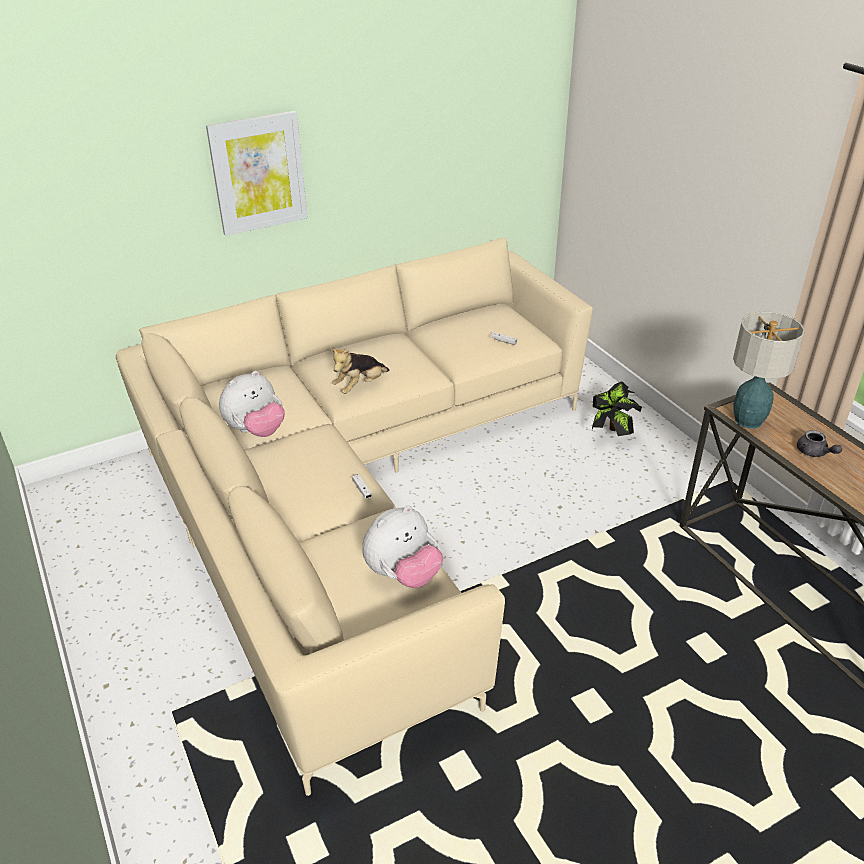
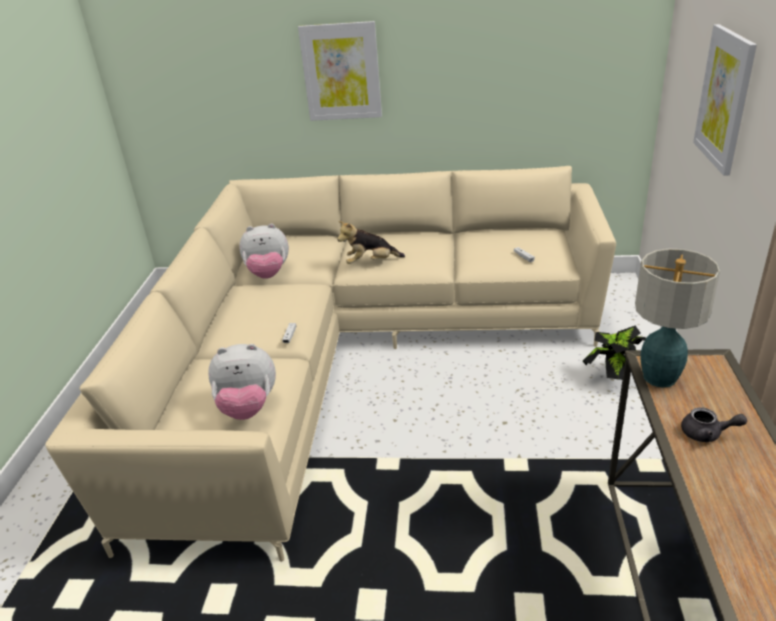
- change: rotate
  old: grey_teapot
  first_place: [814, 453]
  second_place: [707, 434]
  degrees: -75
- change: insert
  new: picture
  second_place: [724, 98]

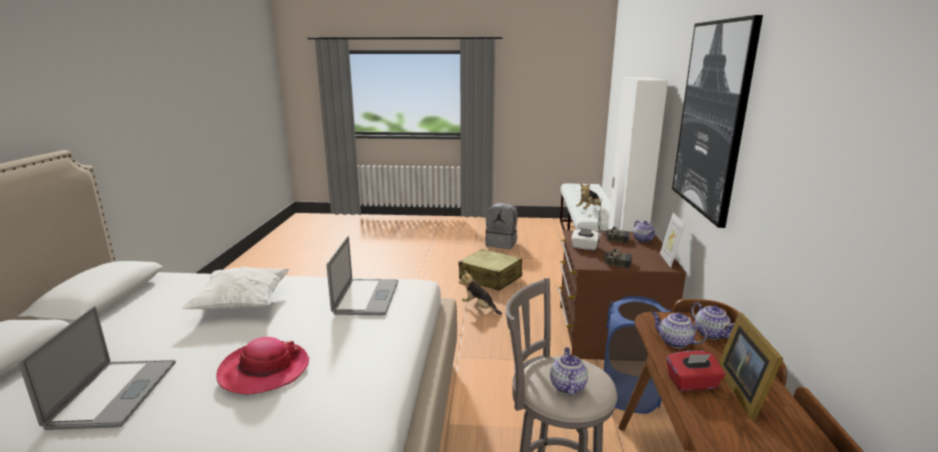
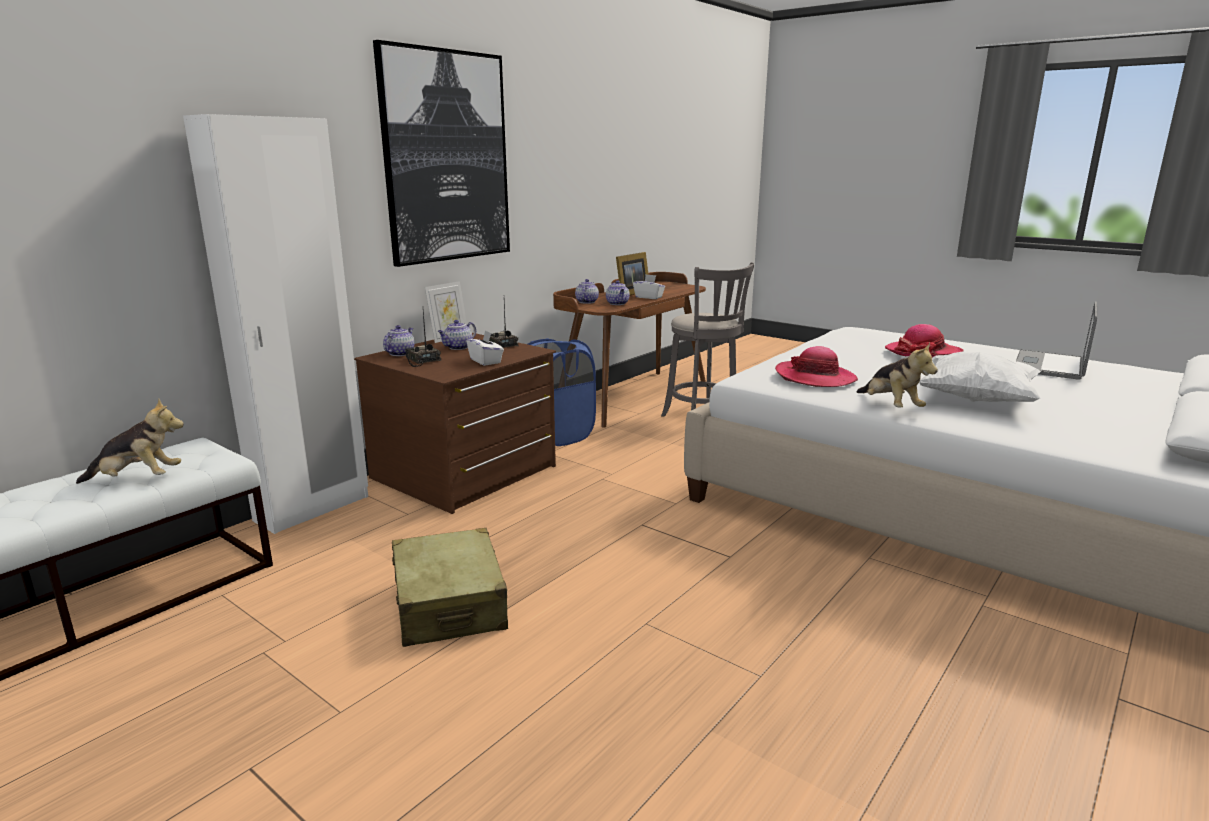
- change: move
  old: teapot
  first_place: [567, 386]
  second_place: [458, 347]
- change: recolor
  old: red_tissue_box
  new: white_tissue_box
  first_place: [692, 383]
  second_place: [649, 297]
- change: replace
  old: laptop
  new: hat
  first_place: [366, 297]
  second_place: [815, 378]
- change: move
  old: plush_toy
  first_place: [479, 308]
  second_place: [890, 407]
- change: delete
  old: grey_backpack
  first_place: [502, 243]

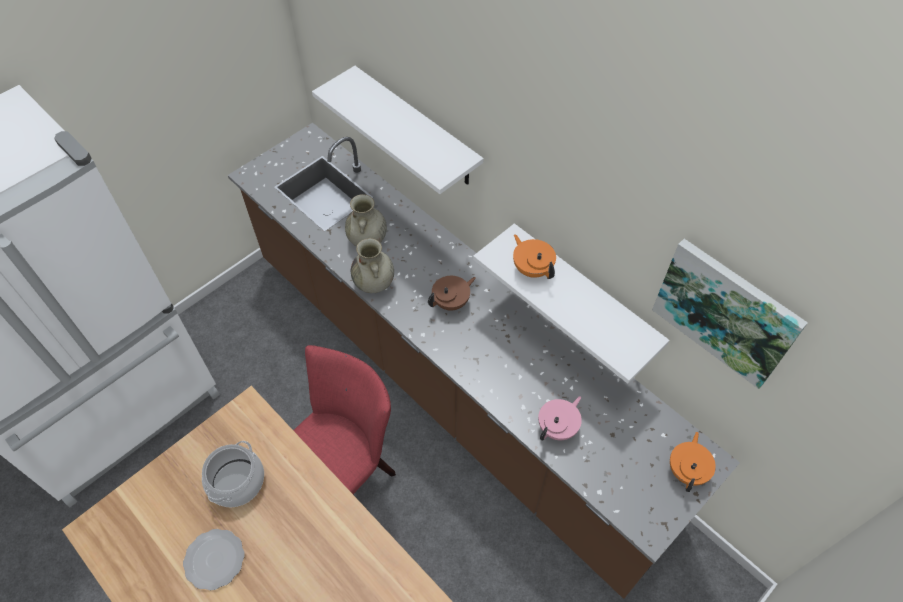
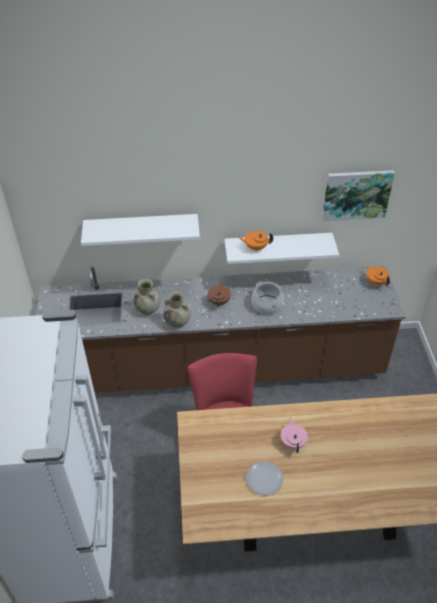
- change: move
  old: cooking_pot
  first_place: [236, 481]
  second_place: [266, 305]
- change: move
  old: pink_teapot
  first_place: [558, 427]
  second_place: [293, 442]

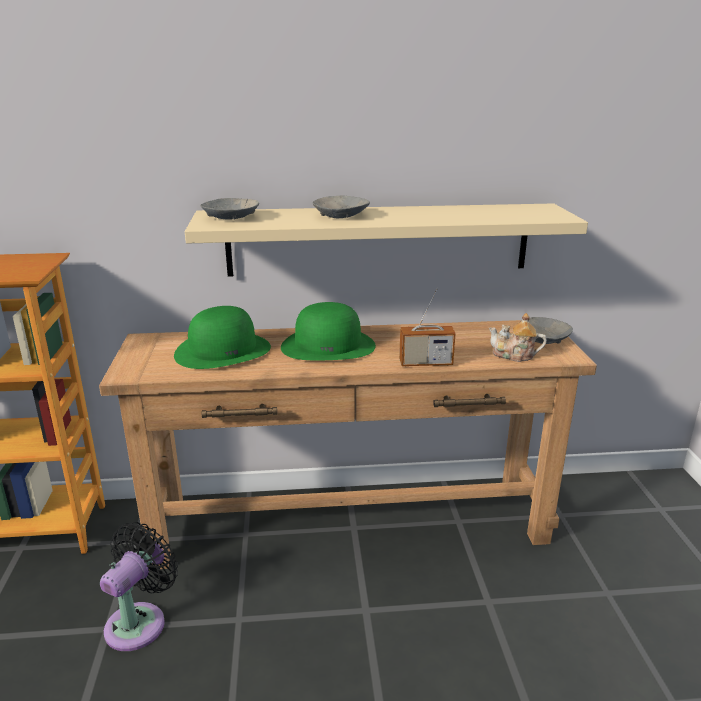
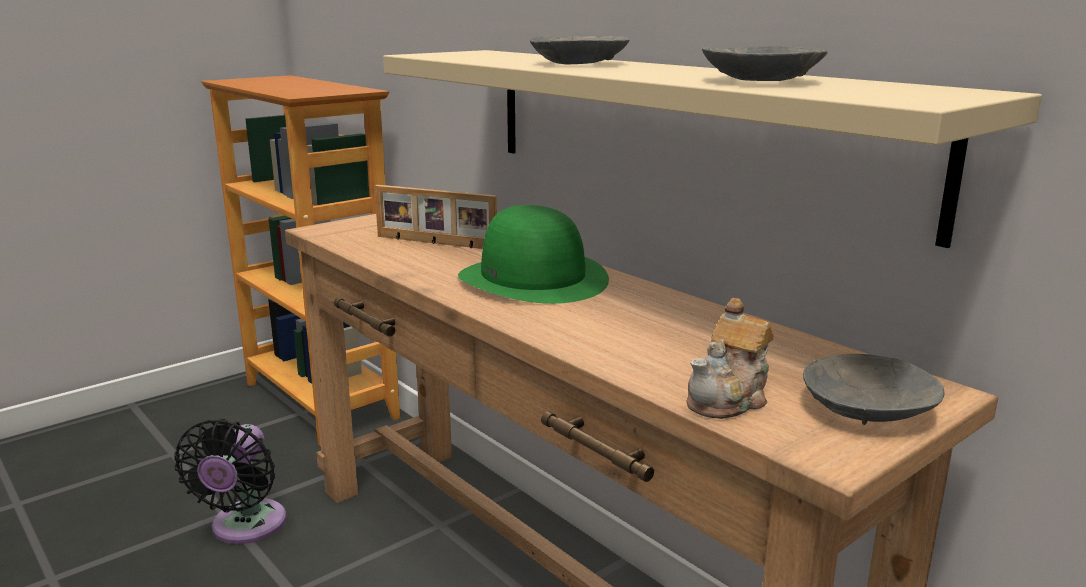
- change: rotate
  old: black_fan
  first_place: [140, 622]
  second_place: [245, 527]
  degrees: 105
- change: replace
  old: green_hat
  new: picture_frame
  first_place: [223, 350]
  second_place: [435, 243]
- change: rotate
  old: teapot
  first_place: [514, 355]
  second_place: [729, 399]
  degrees: -120
- change: move
  old: grey_bowl
  first_place: [231, 217]
  second_place: [762, 81]
- change: delete
  old: radio
  first_place: [425, 363]

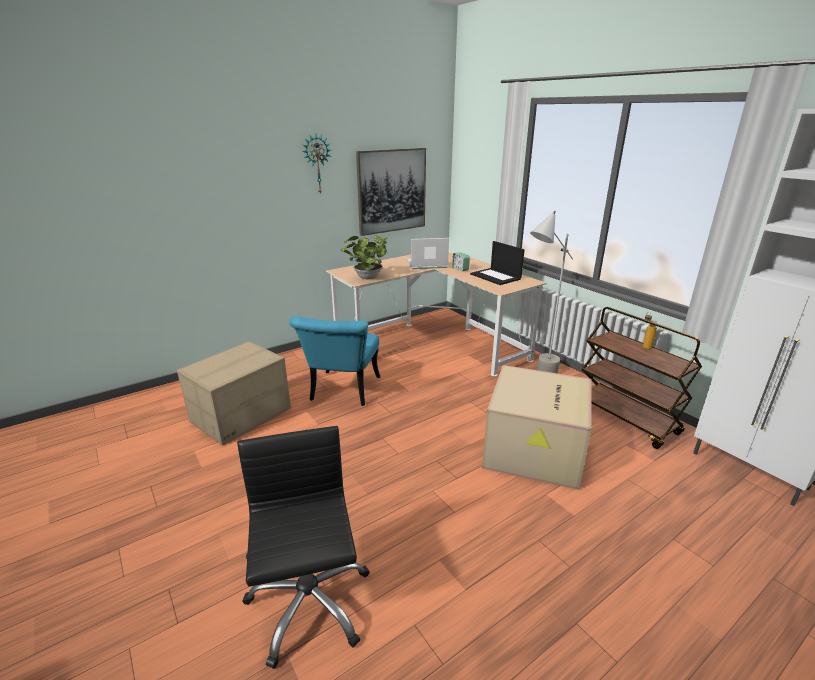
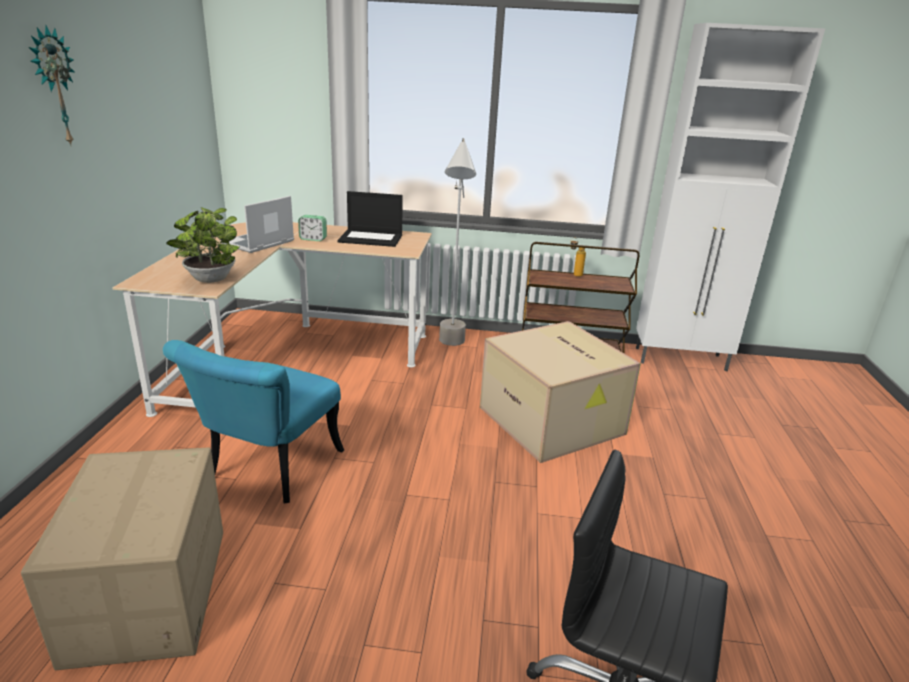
- change: rotate
  old: turquoise_chair
  first_place: [342, 392]
  second_place: [268, 471]
  degrees: 60
- change: delete
  old: picture
  first_place: [391, 191]

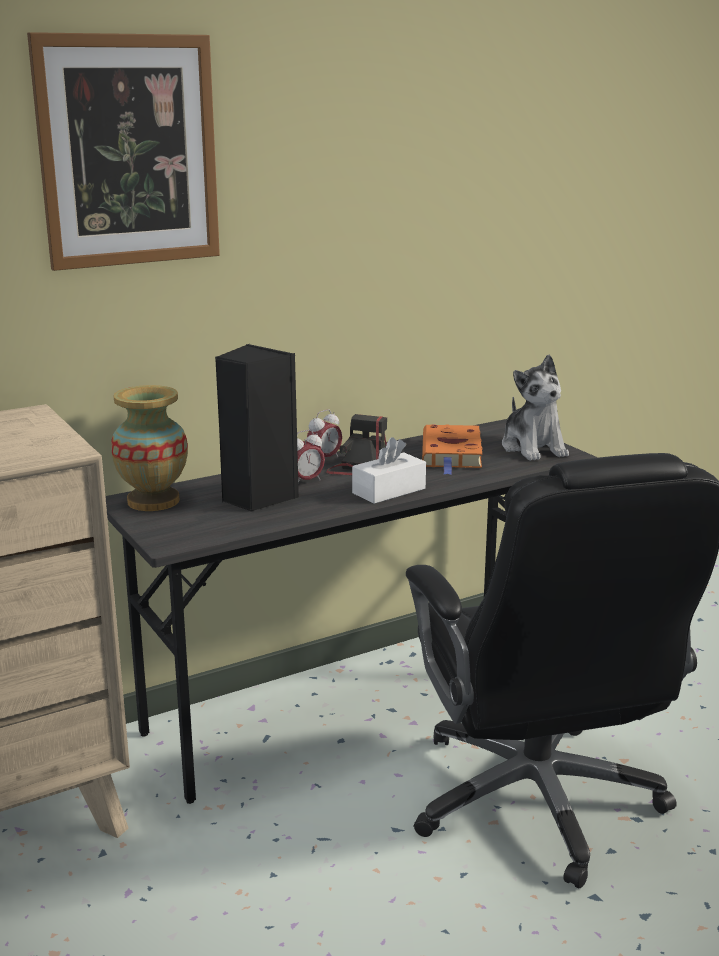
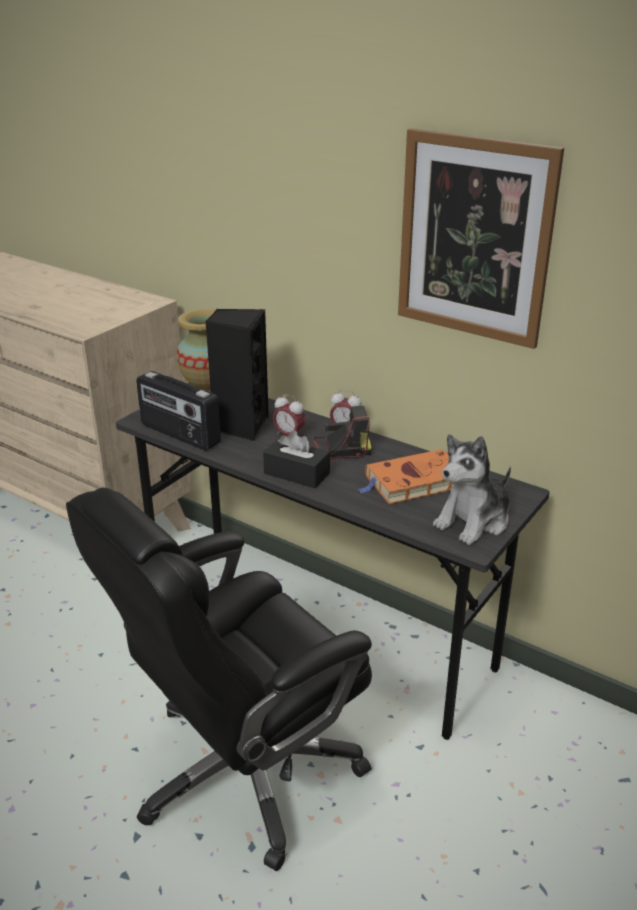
- change: insert
  new: radio
  second_place: [179, 435]
- change: recolor
  old: white_tissue_box
  new: black_tissue_box
  first_place: [389, 491]
  second_place: [296, 473]
- change: move
  old: picture
  first_place: [128, 152]
  second_place: [474, 238]

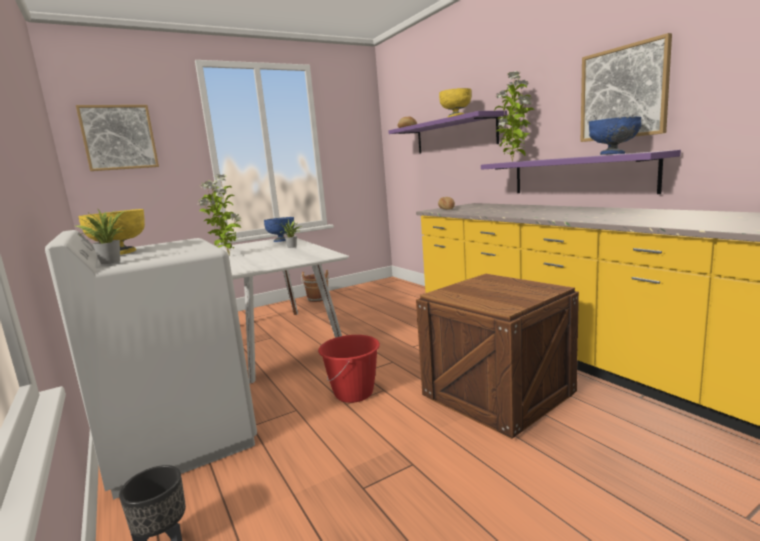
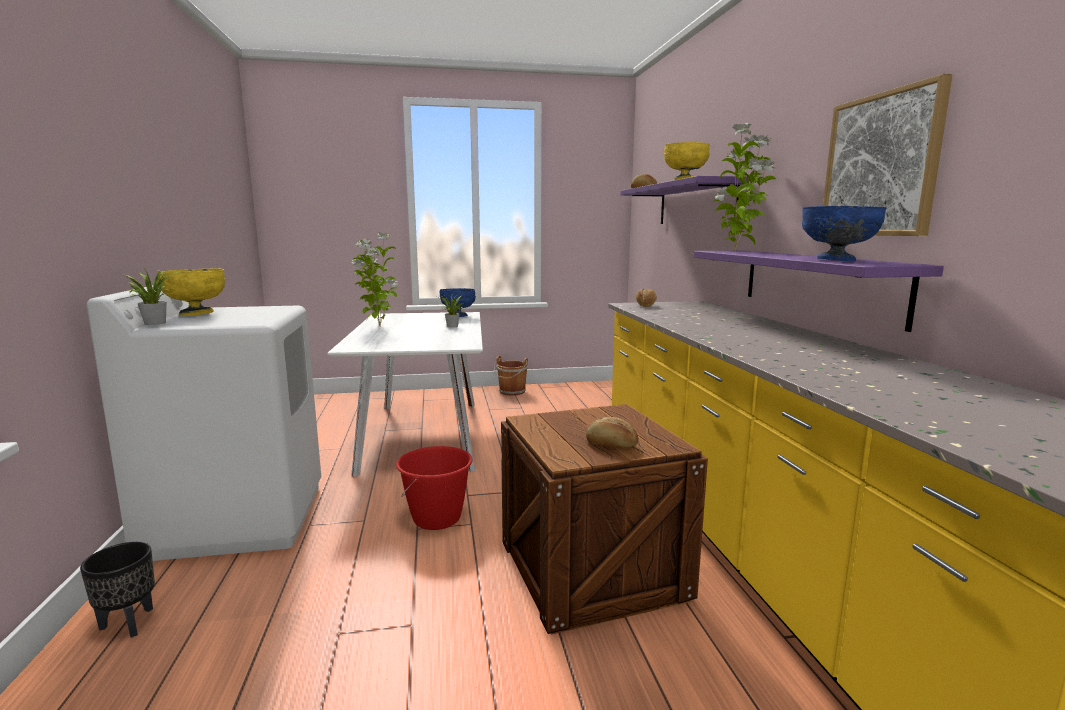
- change: insert
  new: bread
  second_place: [611, 445]
- change: delete
  old: picture
  first_place: [119, 137]

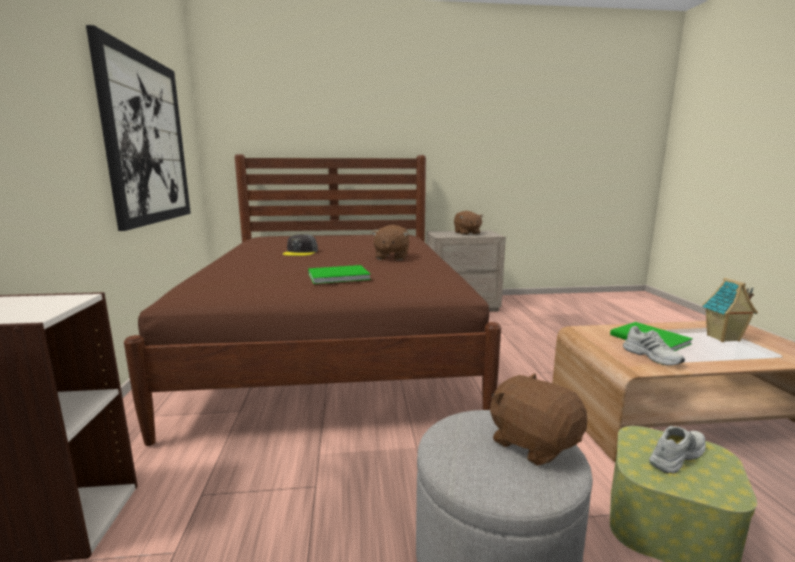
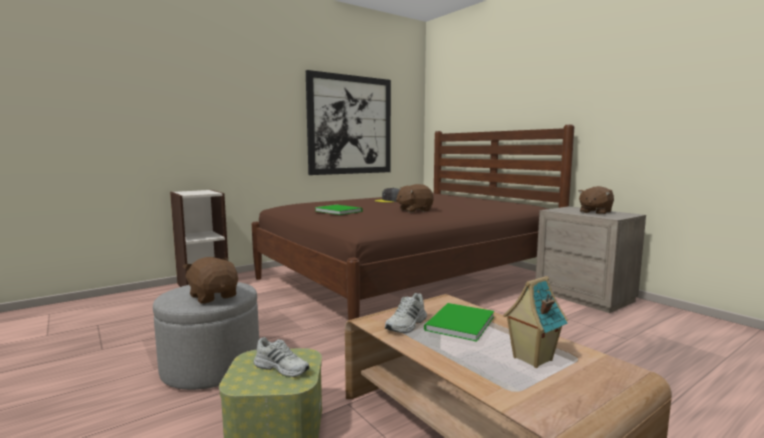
- change: rotate
  old: brown_plush_toy
  first_place: [533, 443]
  second_place: [214, 296]
  degrees: -60

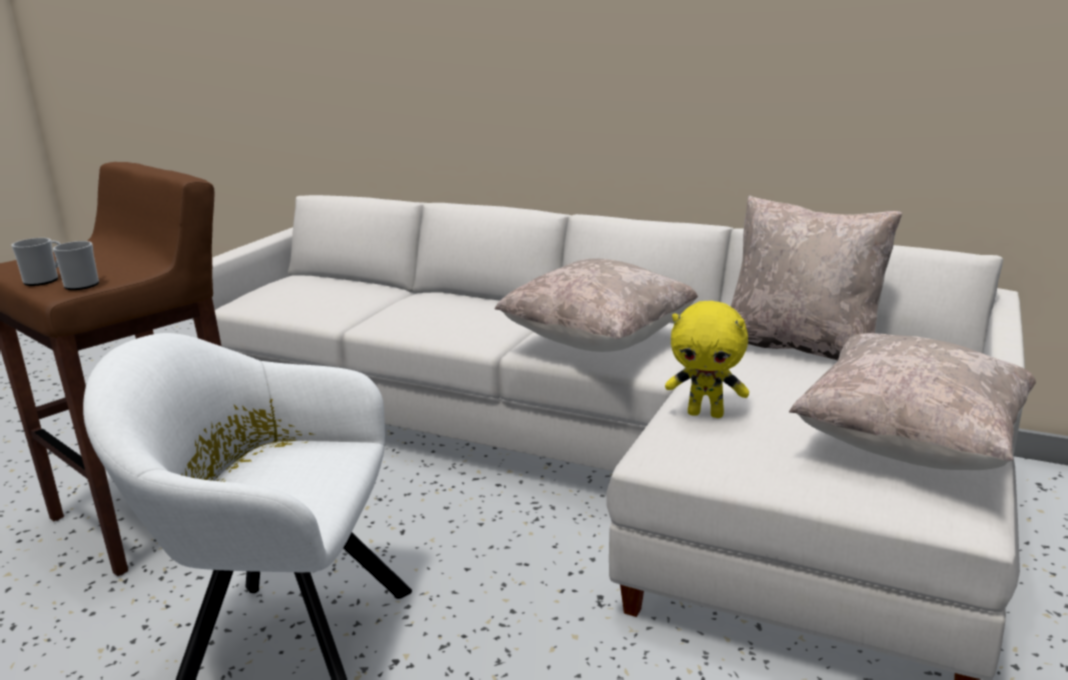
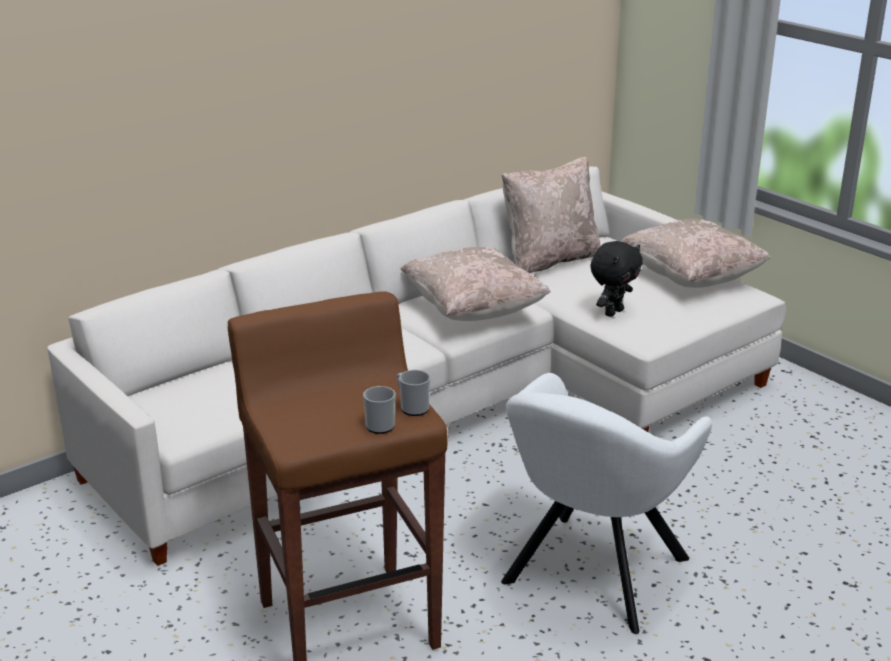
- change: recolor
  old: yellow_plush_toy
  new: black_plush_toy
  first_place: [706, 413]
  second_place: [613, 312]

